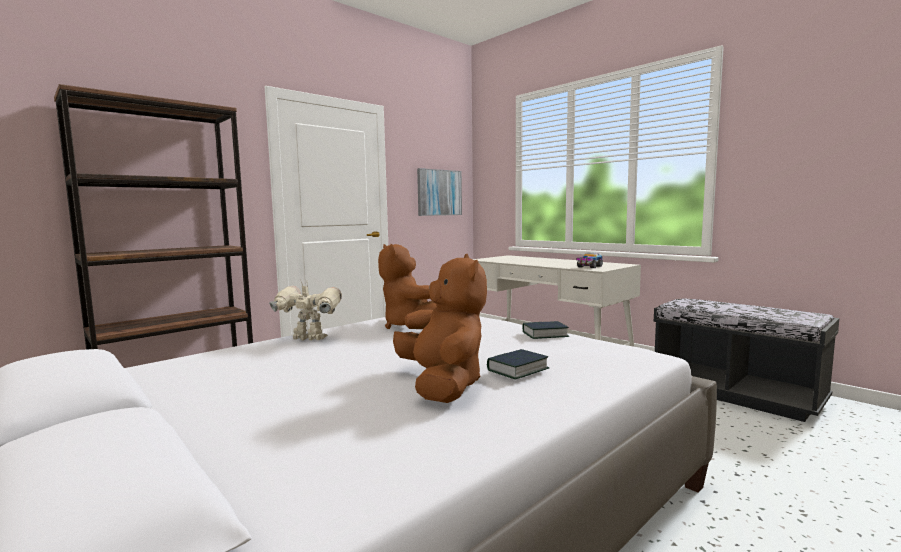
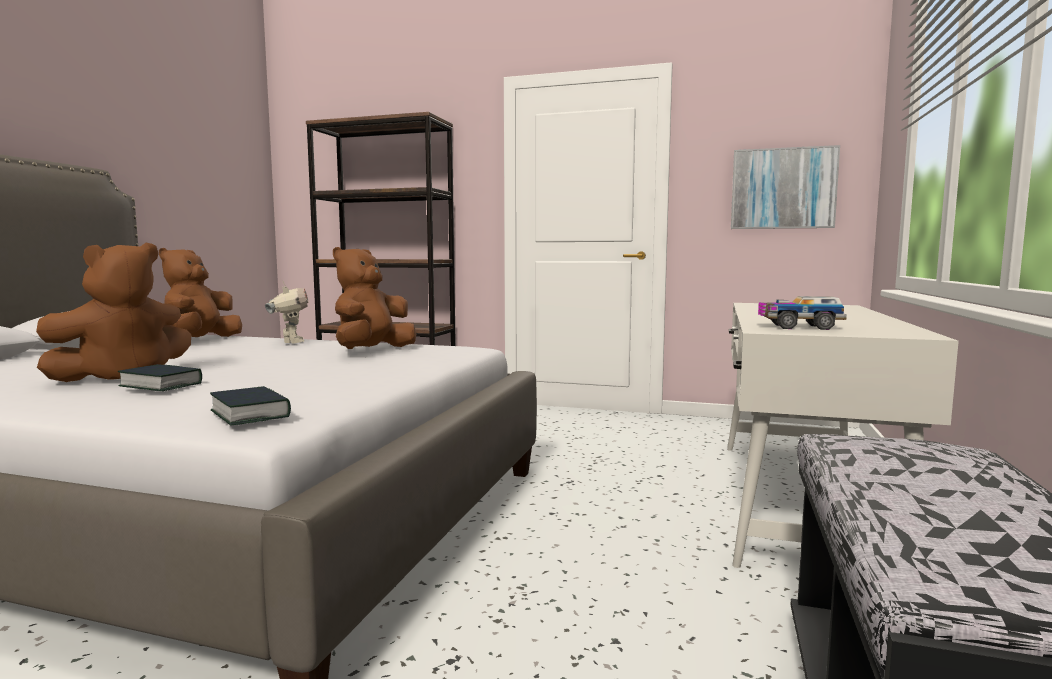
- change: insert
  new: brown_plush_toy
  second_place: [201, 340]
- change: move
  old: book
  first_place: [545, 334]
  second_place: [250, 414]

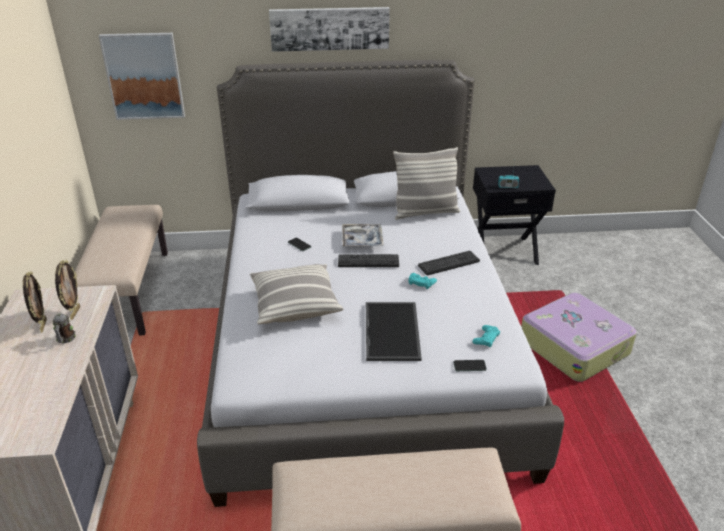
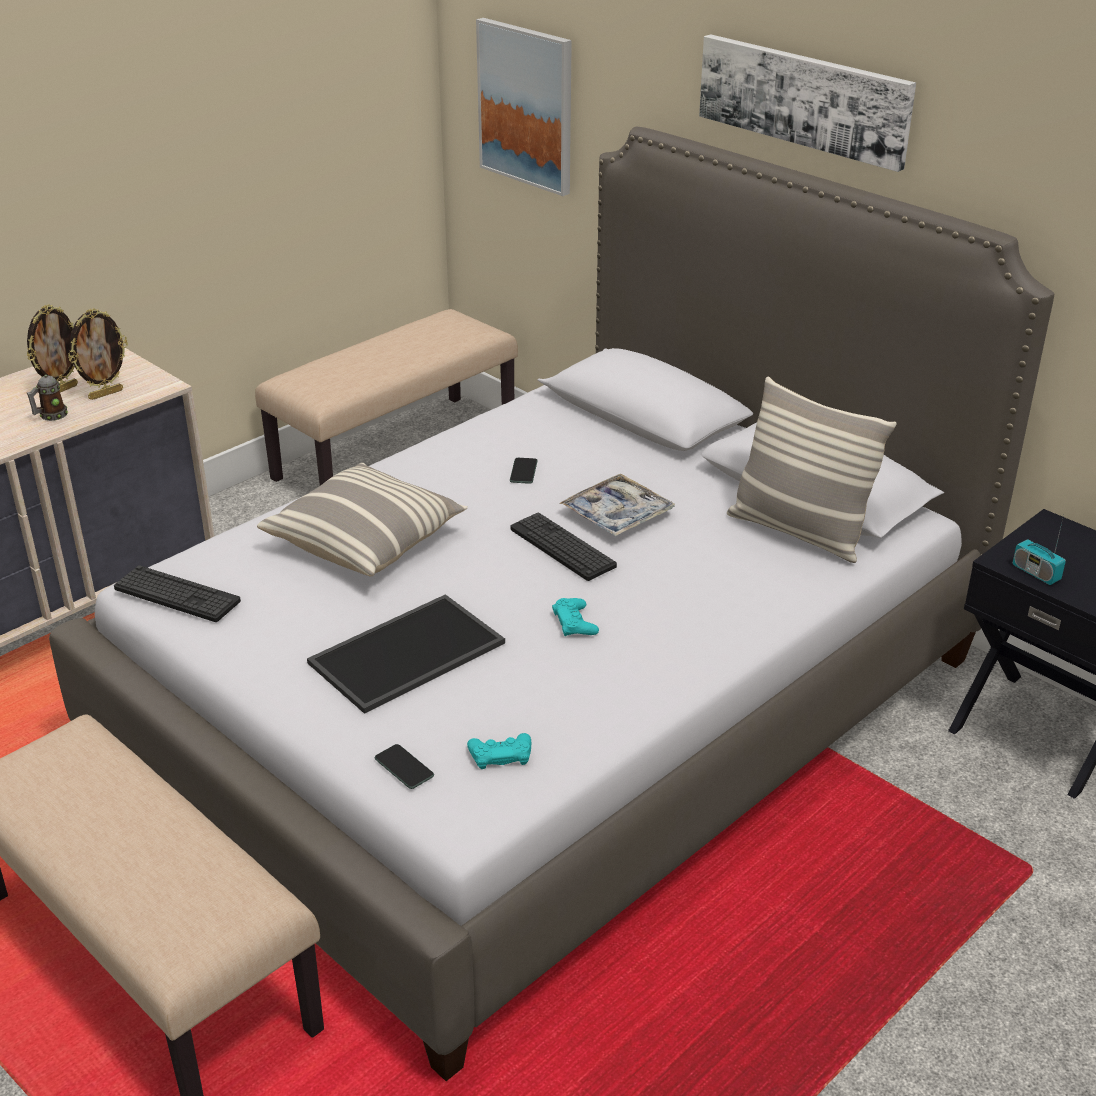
- change: move
  old: keyboard
  first_place: [449, 263]
  second_place: [177, 595]
- change: delete
  old: suitcase
  first_place: [574, 346]

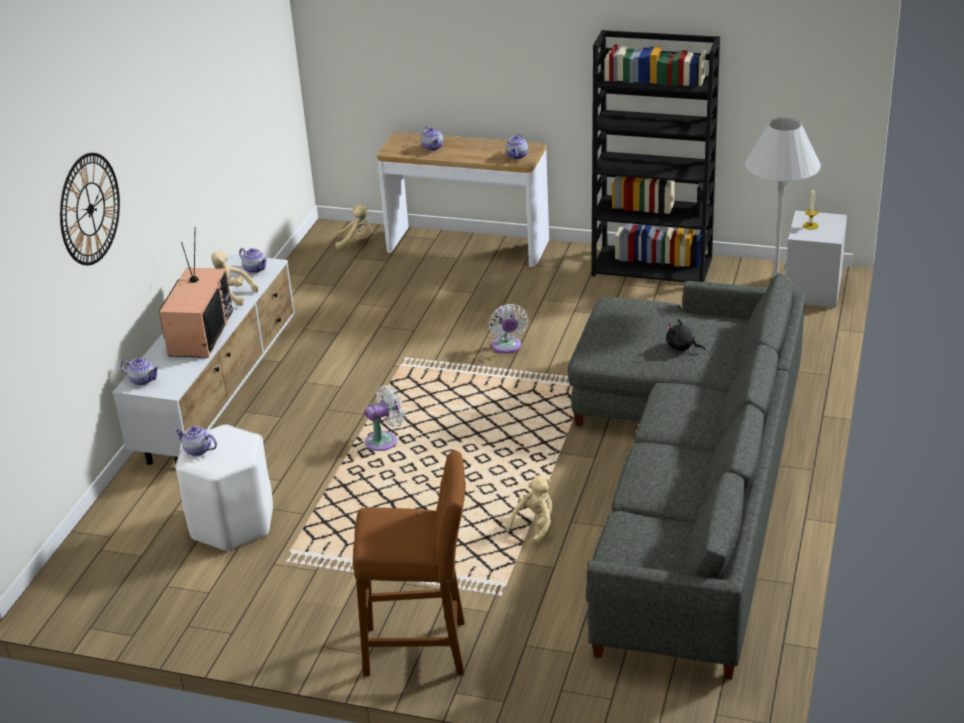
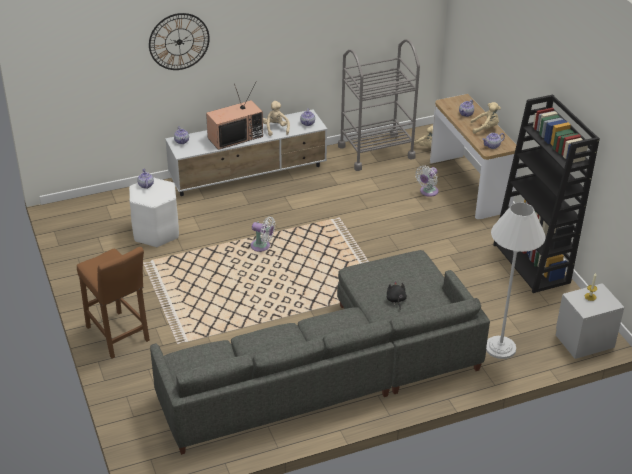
- change: insert
  new: grey_cart
  second_place: [376, 152]
- change: move
  old: white_fan
  first_place: [507, 347]
  second_place: [427, 192]
- change: move
  old: beige_plush_toy
  first_place: [534, 525]
  second_place: [485, 128]

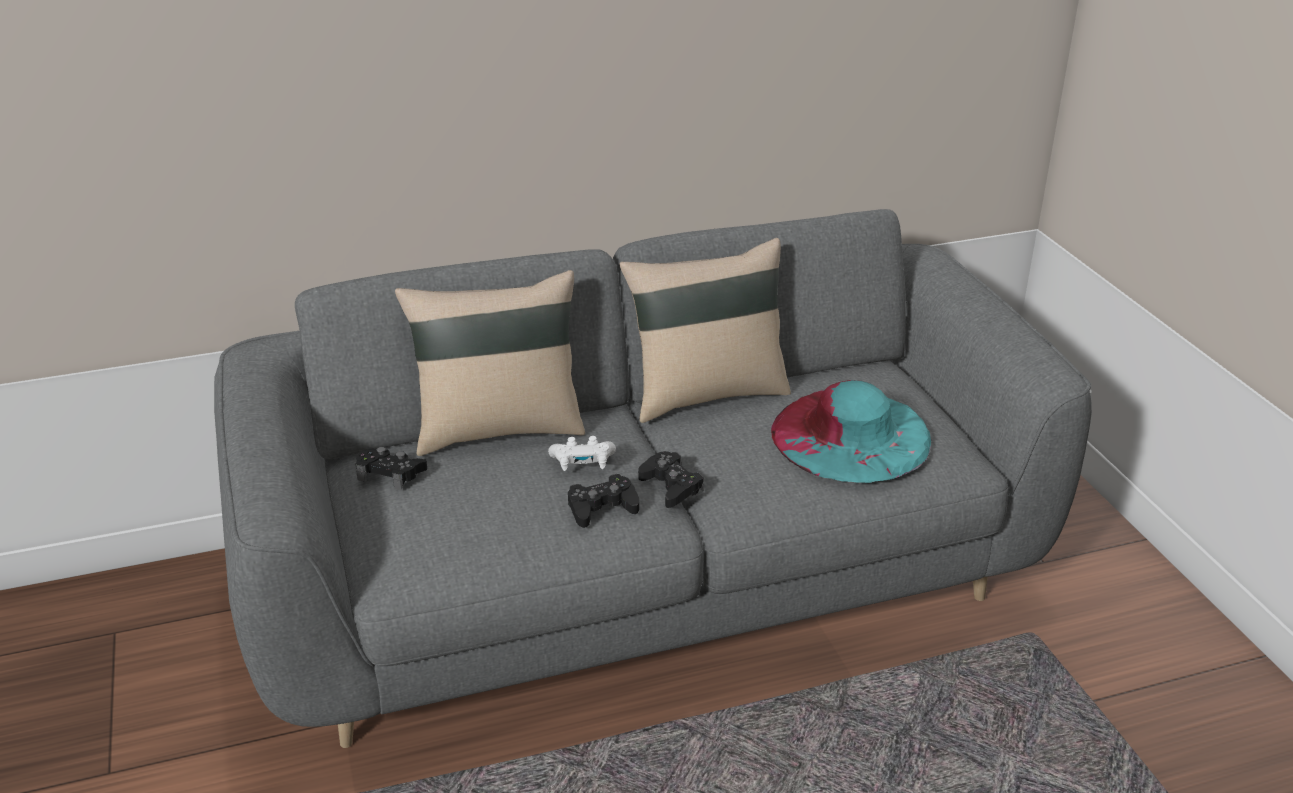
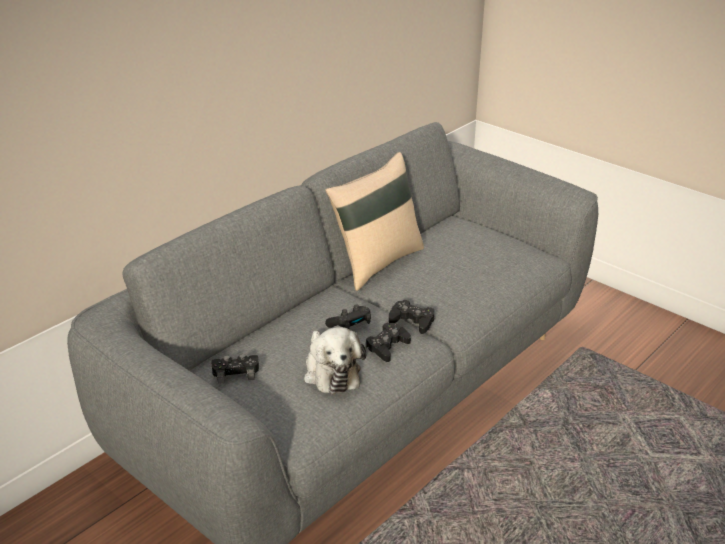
- change: insert
  new: plush_toy
  second_place: [331, 371]
- change: recolor
  old: white_game_controller
  new: black_game_controller
  first_place: [582, 464]
  second_place: [350, 325]
- change: delete
  old: beige_pillow
  first_place: [498, 428]
- change: delete
  old: turquoise_hat
  first_place: [851, 435]

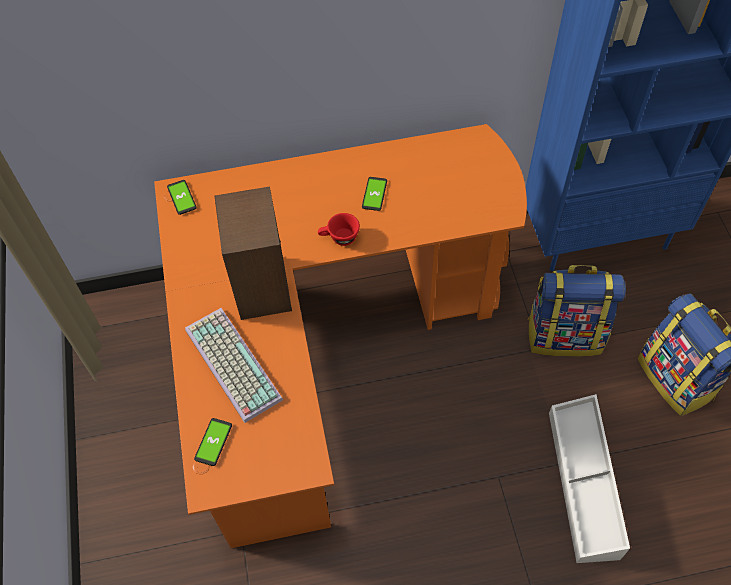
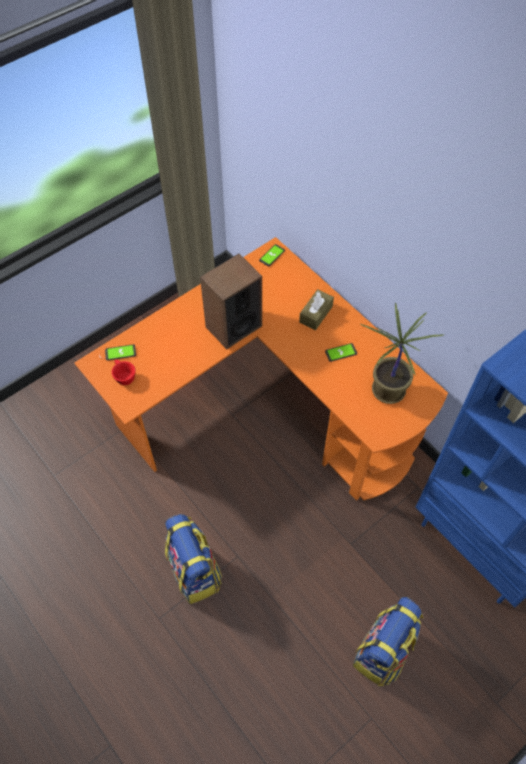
- change: move
  old: red_cup
  first_place: [339, 238]
  second_place: [123, 376]
- change: move
  old: backpack
  first_place: [565, 335]
  second_place: [195, 572]
- change: insert
  new: brown_tissue_box
  second_place: [316, 314]
- change: insert
  new: potted_plant
  second_place: [388, 392]
- change: delete
  old: keyboard
  first_place: [230, 364]
- change: delete
  old: white_storage_box
  first_place: [585, 483]

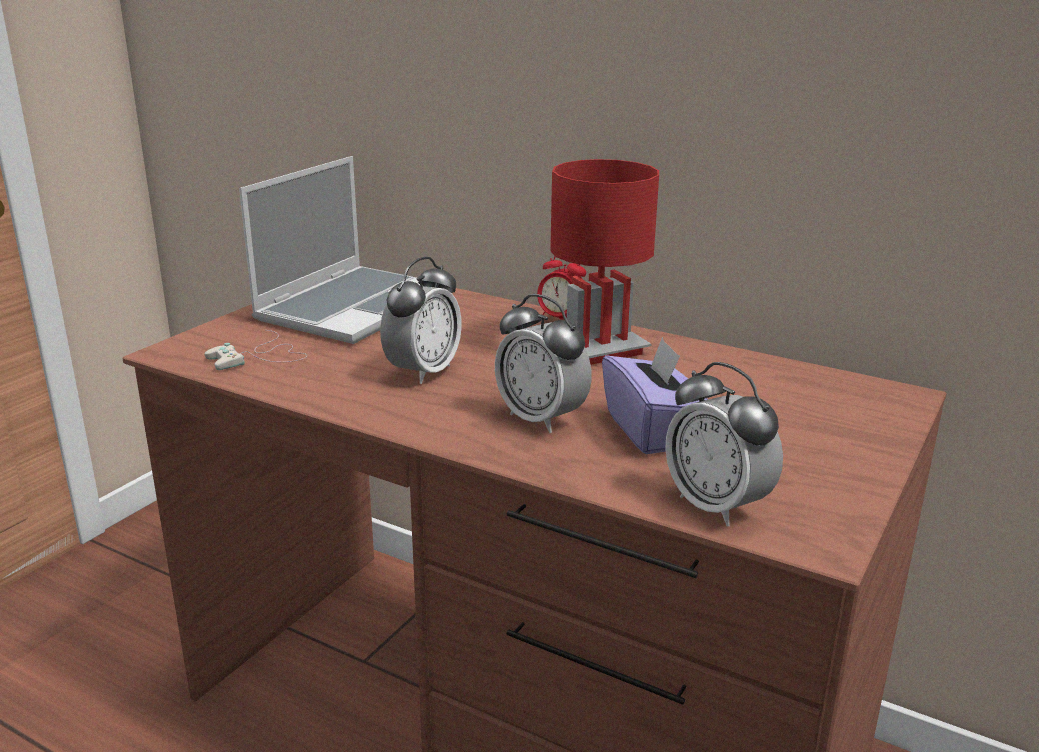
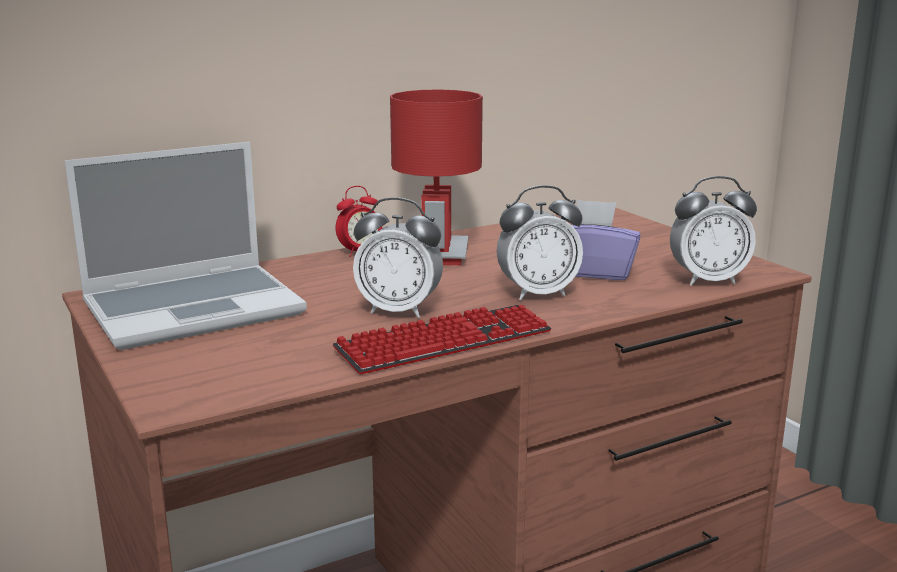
- change: rotate
  old: laptop
  first_place: [353, 306]
  second_place: [195, 308]
  degrees: 90
- change: insert
  new: keyboard
  second_place: [445, 342]
- change: rotate
  old: alarm_clock
  first_place: [423, 372]
  second_place: [399, 310]
  degrees: 135
- change: delete
  old: white_game_controller
  first_place: [260, 357]

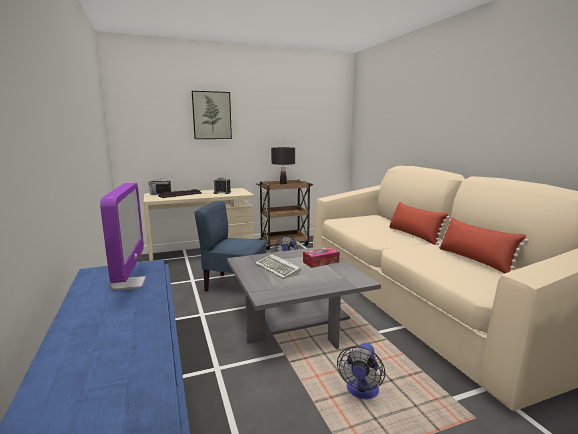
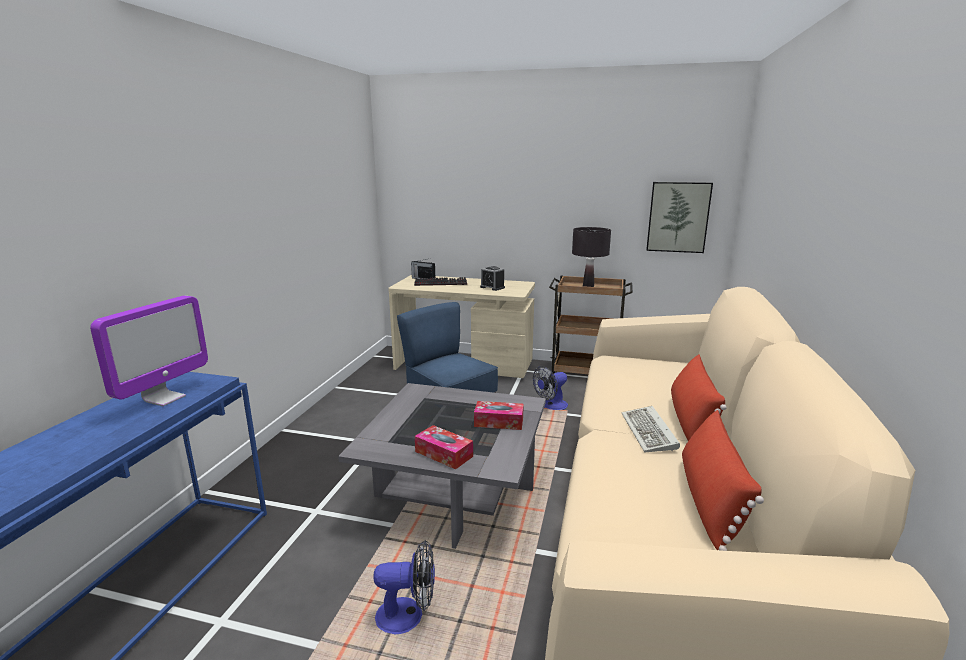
- change: rotate
  old: fan
  first_place: [361, 393]
  second_place: [408, 615]
  degrees: -150
- change: insert
  new: tissue_box
  second_place: [444, 454]
- change: move
  old: keyboard
  first_place: [278, 269]
  second_place: [650, 433]
- change: move
  old: picture
  first_place: [212, 115]
  second_place: [678, 217]

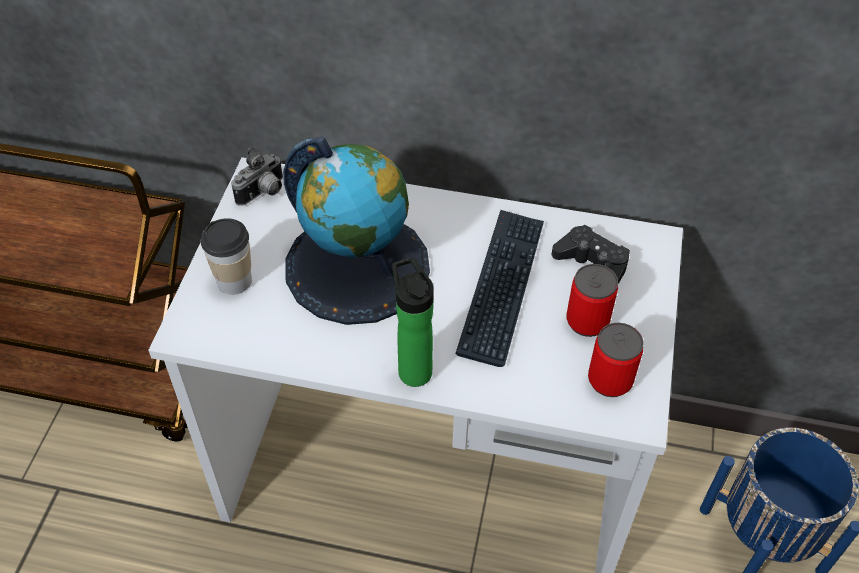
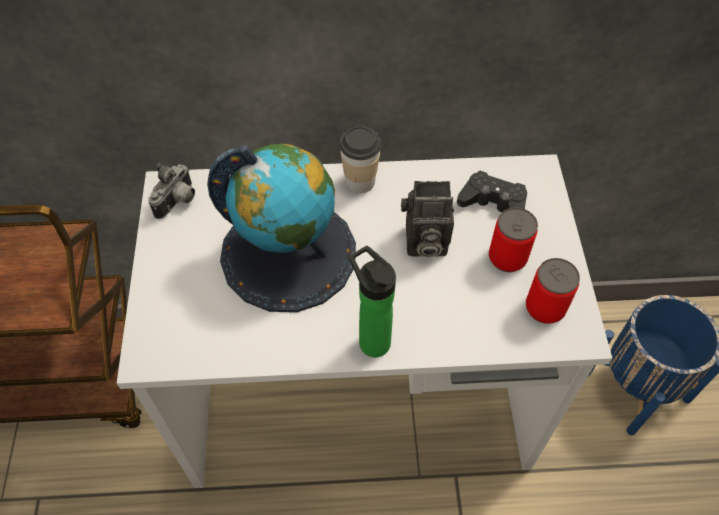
- change: move
  old: cup
  first_place: [234, 281]
  second_place: [360, 181]
- change: replace
  old: keyboard
  new: photo_camera
  first_place: [501, 287]
  second_place: [423, 243]

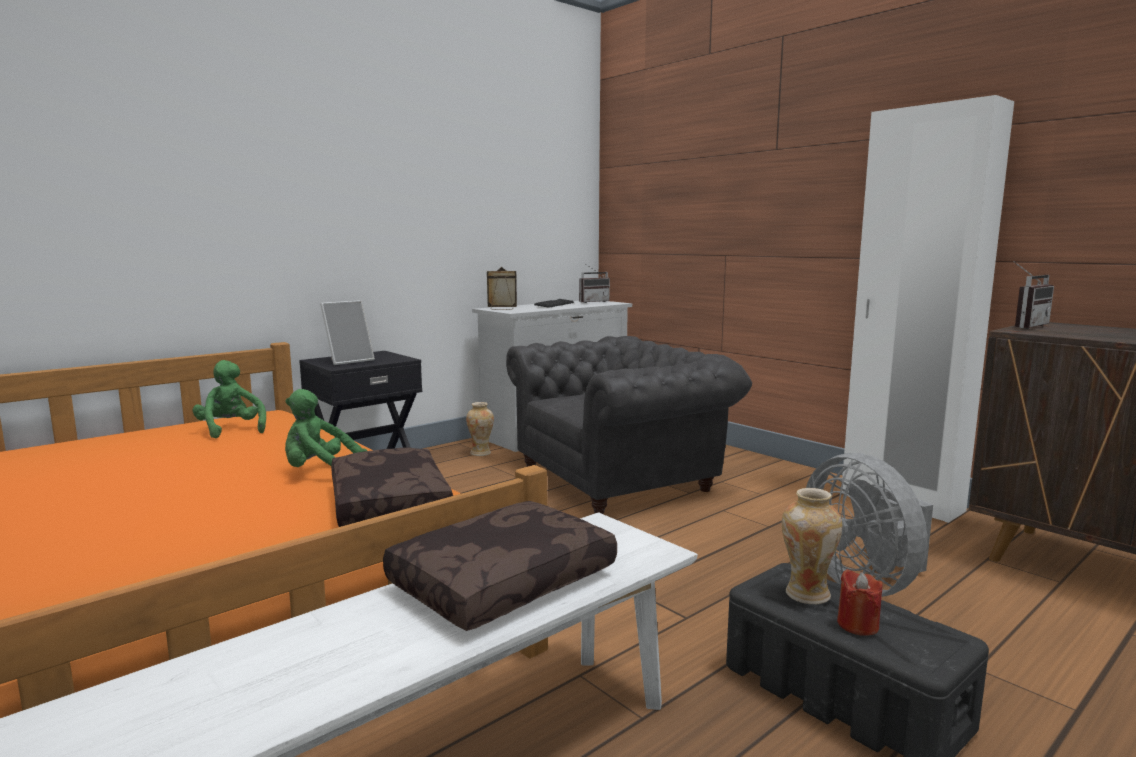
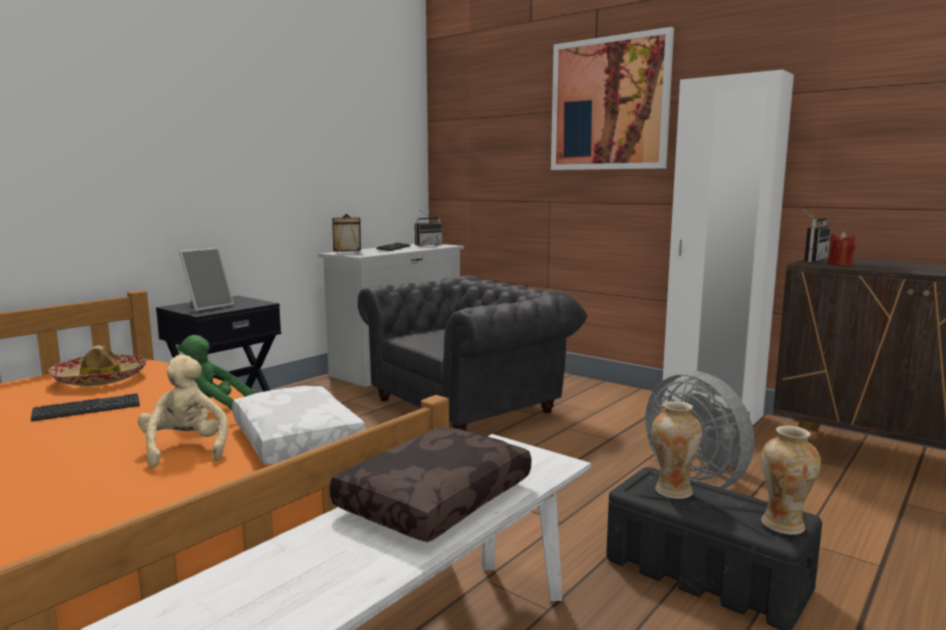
- change: insert
  new: keyboard
  second_place: [87, 409]
- change: replace
  old: green_plush_toy
  new: hat
  first_place: [231, 430]
  second_place: [100, 379]
- change: insert
  new: beige_plush_toy
  second_place: [186, 449]
- change: recolor
  old: brown_pillow
  new: white_pillow
  first_place: [386, 504]
  second_place: [294, 439]
- change: insert
  new: picture
  second_place: [609, 104]
- change: move
  old: vase
  first_place: [480, 453]
  second_place: [783, 525]
- change: move
  old: red_candle
  first_place: [857, 625]
  second_place: [839, 264]

